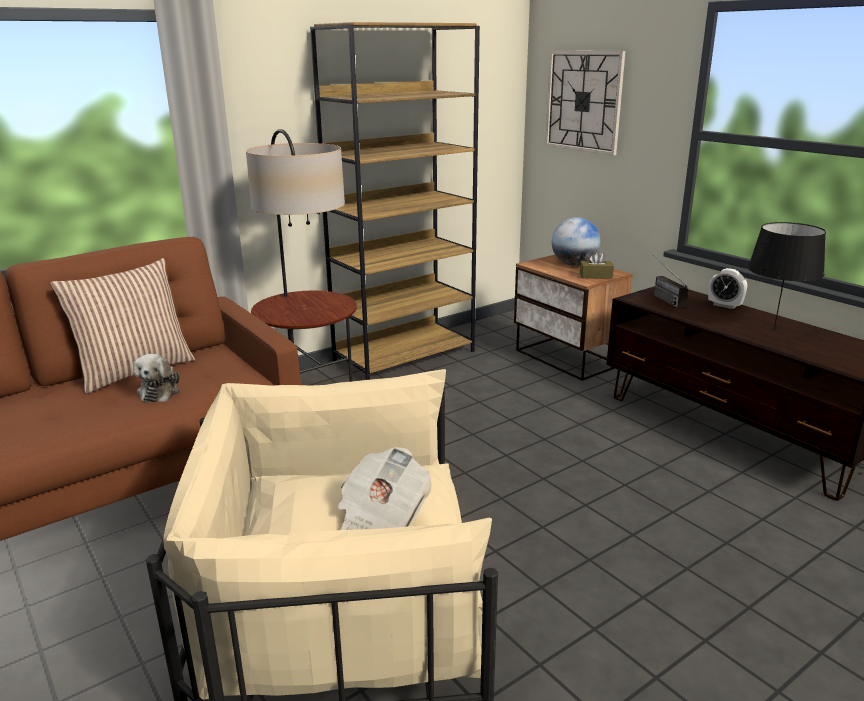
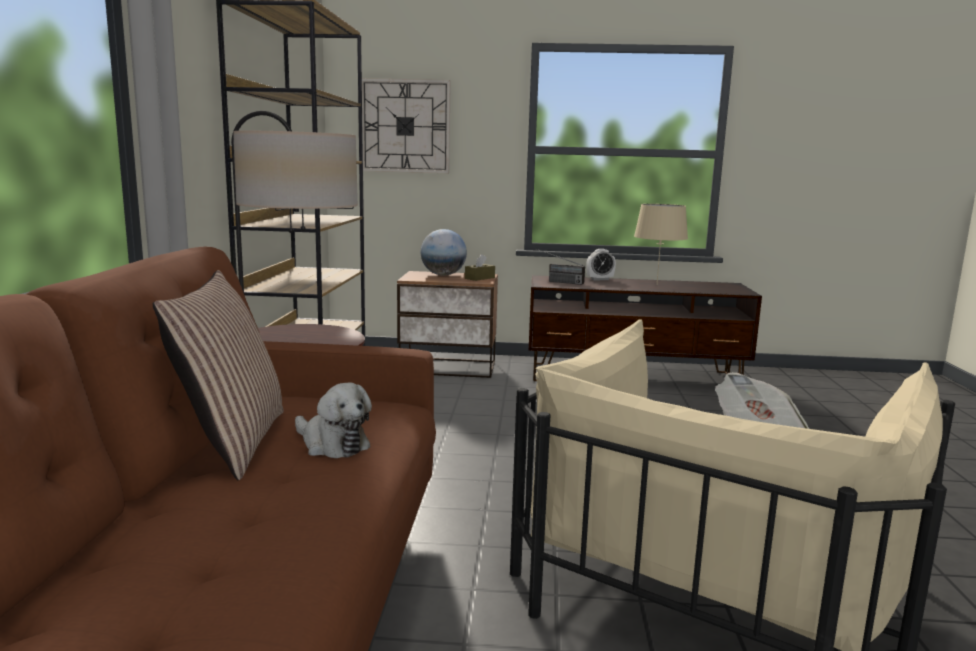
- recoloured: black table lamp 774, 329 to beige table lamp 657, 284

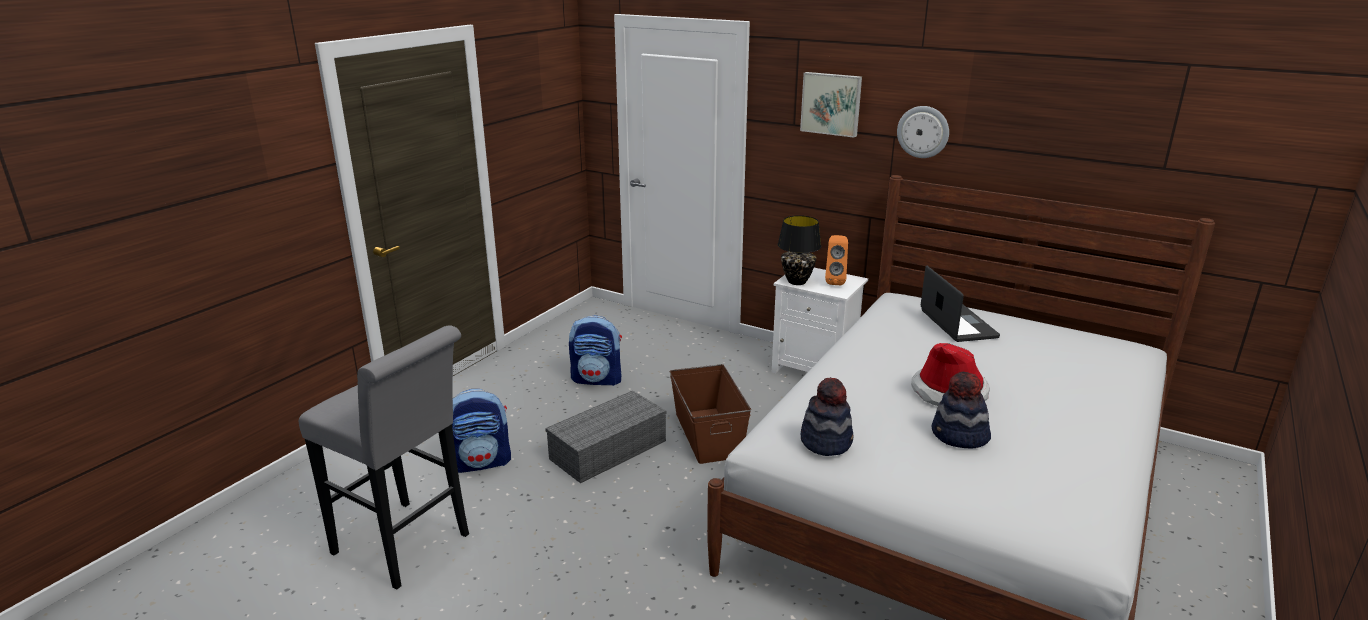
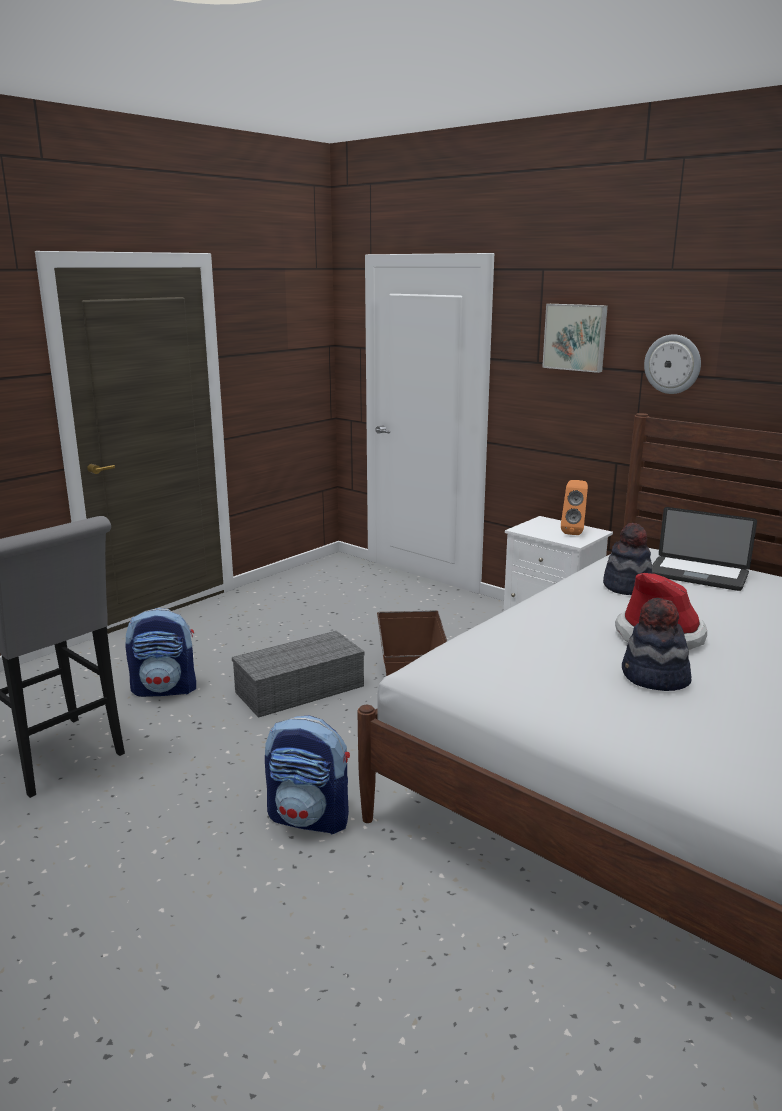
- moved: backpack 597, 379 to 310, 818
- removed: black table lamp 796, 282
- moved: hat 826, 441 to 627, 586
- turned: laptop 958, 324 = 697, 575 120 degrees clockwise

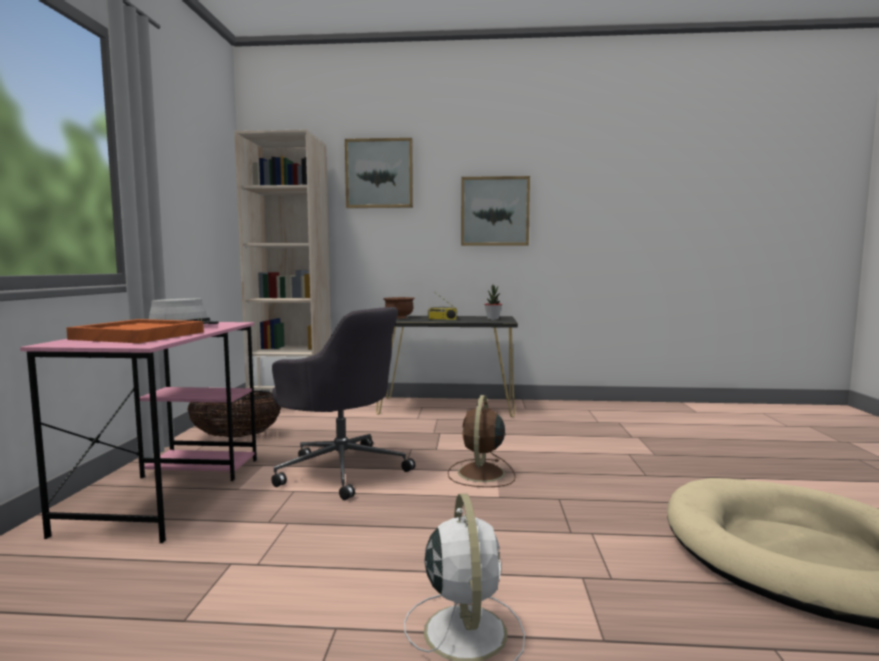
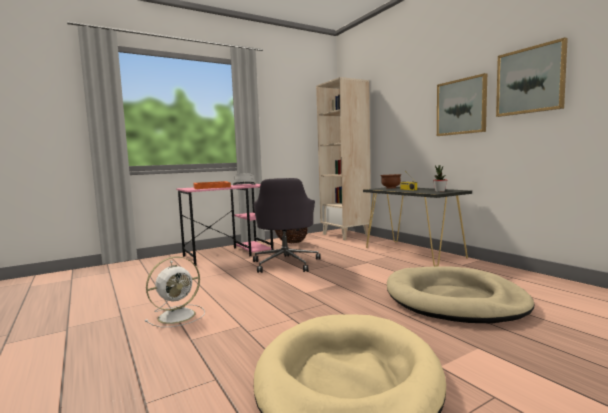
- moved: picture 379, 174 to 530, 80
- removed: brown fan 481, 474
- added: beige dog bed 454, 300

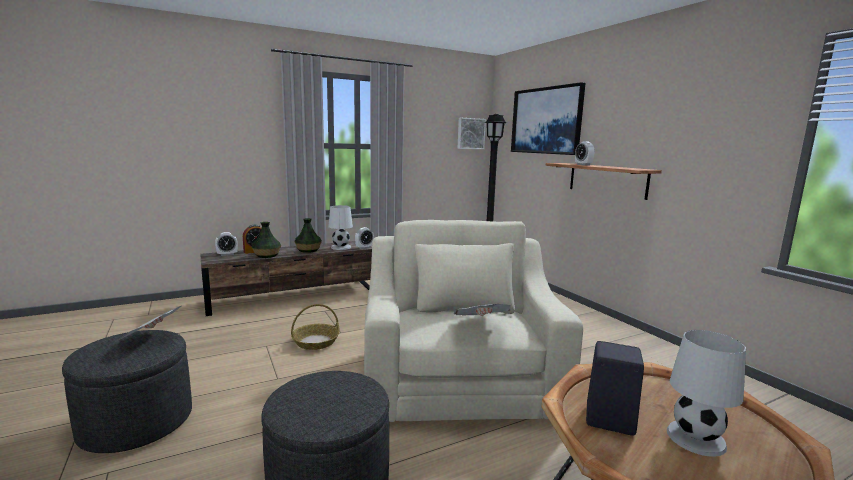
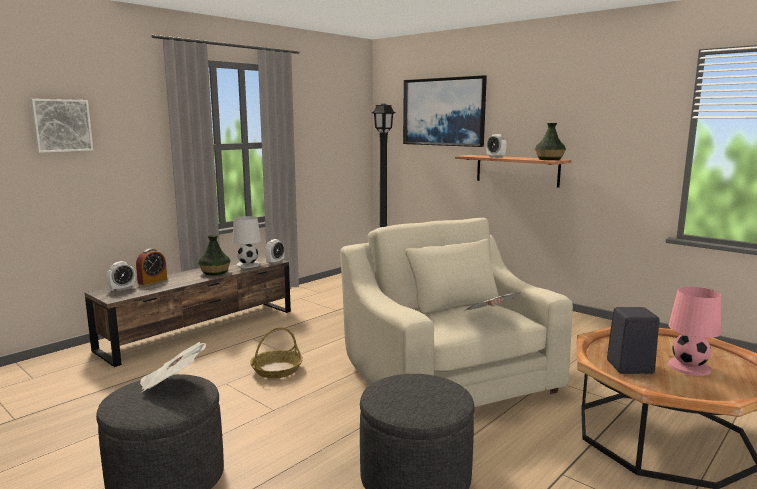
- moved: vase 267, 255 to 549, 159
- moved: picture 470, 133 to 61, 125
- recoloured: white table lamp 696, 438 to pink table lamp 689, 367

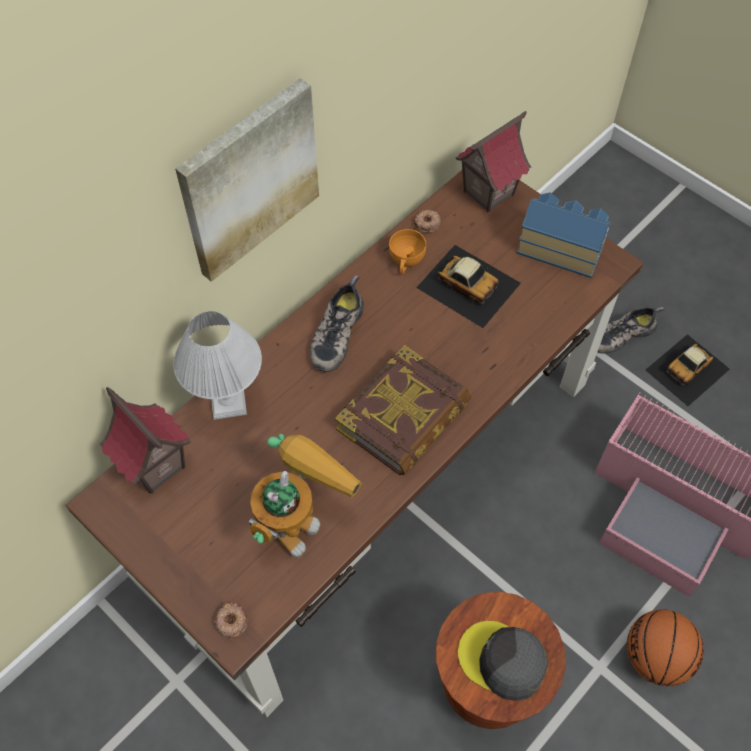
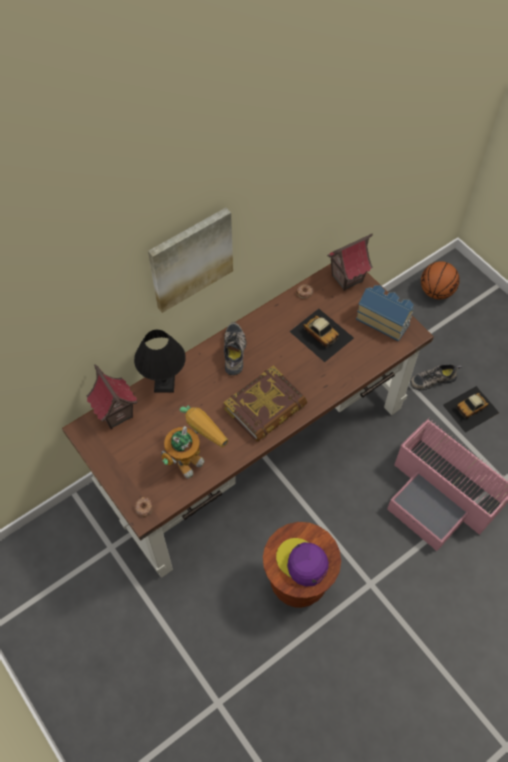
- recoloured: white table lamp 228, 402 to black table lamp 164, 383
- turned: shoe 335, 333 = 235, 352 150 degrees clockwise
- removed: orange cup 406, 261
- recoloured: grey cap 502, 661 to purple cap 302, 562
- moved: basketball 656, 657 to 436, 291

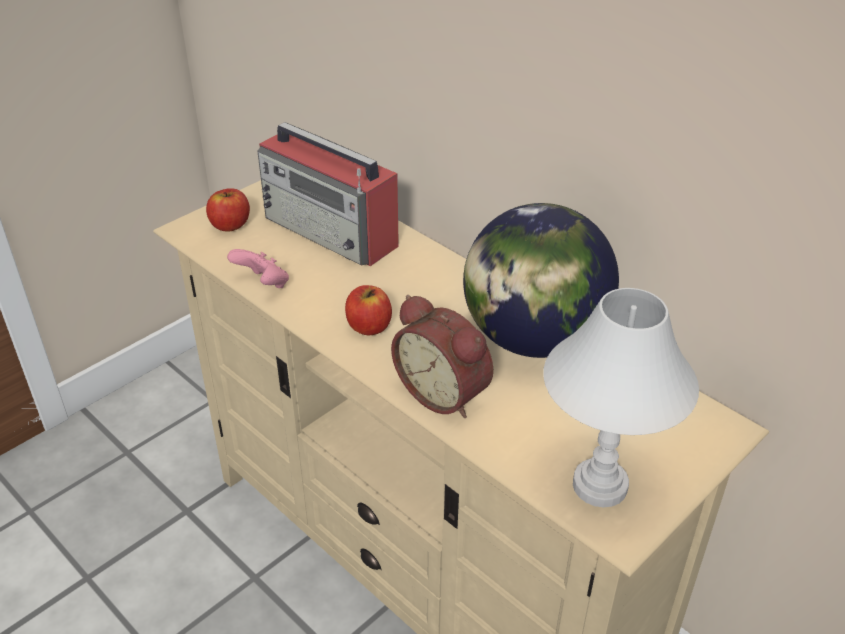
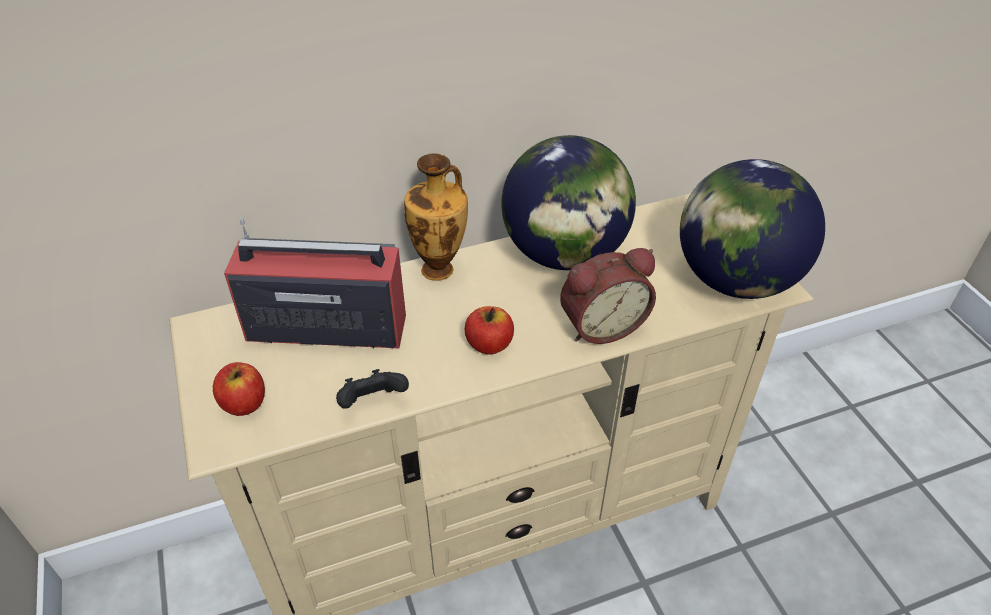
- recoloured: pink game controller 263, 284 to black game controller 373, 402
- turned: radio 332, 232 = 324, 326 150 degrees counterclockwise
- replaced: white table lamp 600, 486 to globe 734, 280
- added: vase 440, 269

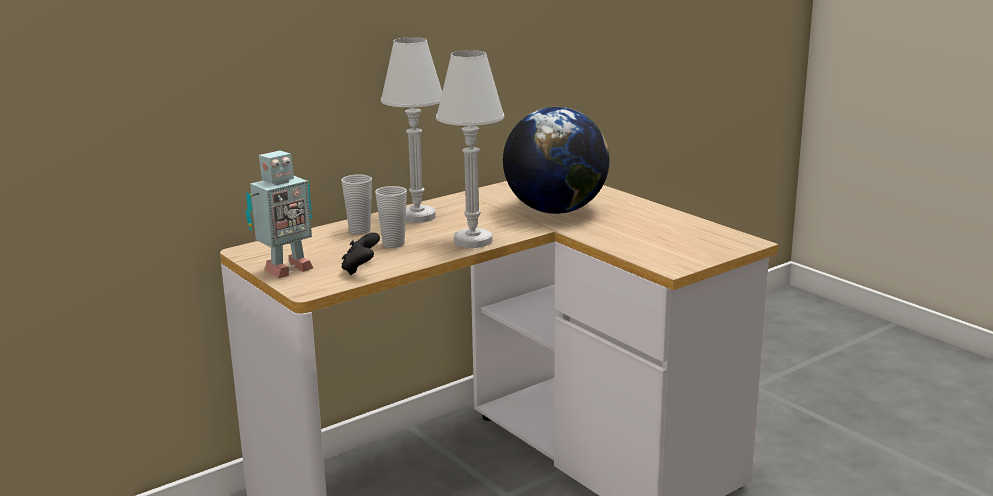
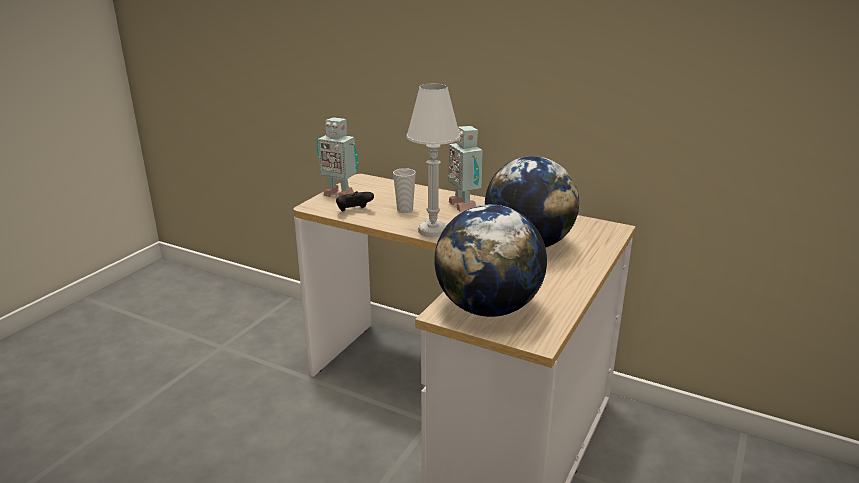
- removed: cup 359, 231
- replaced: white table lamp 417, 217 to toy robot 464, 205
- added: globe 488, 308

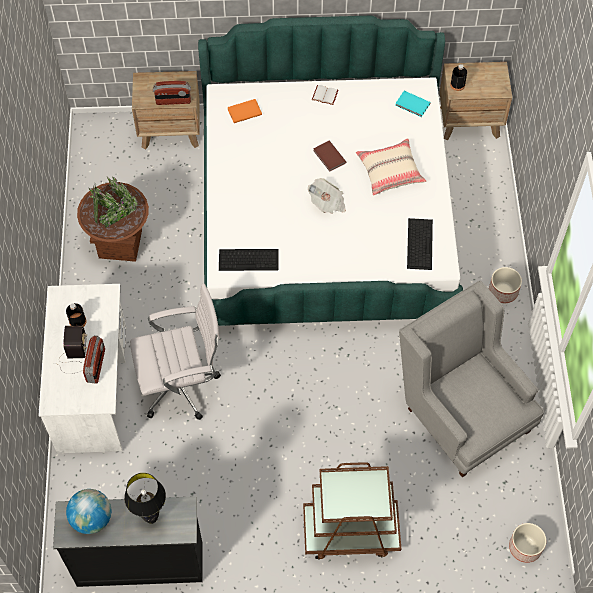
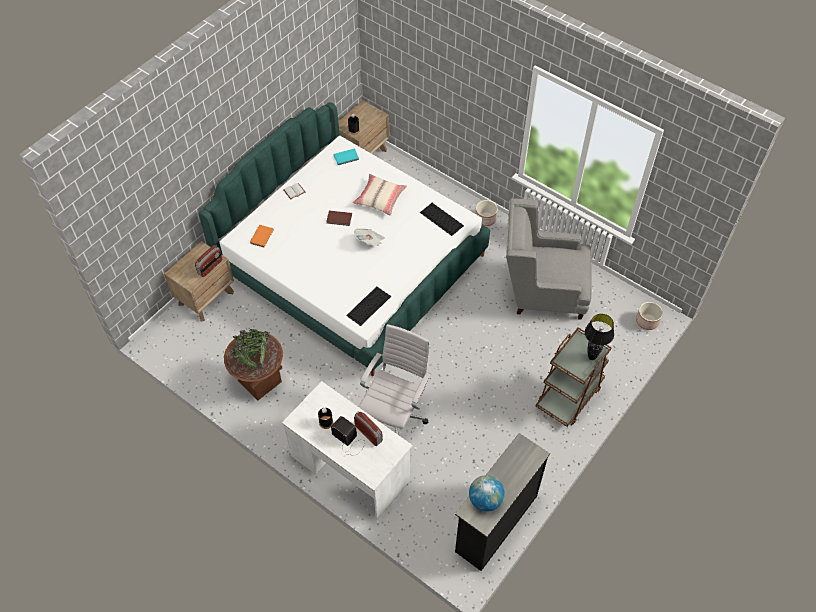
- moved: black table lamp 151, 518 to 591, 357

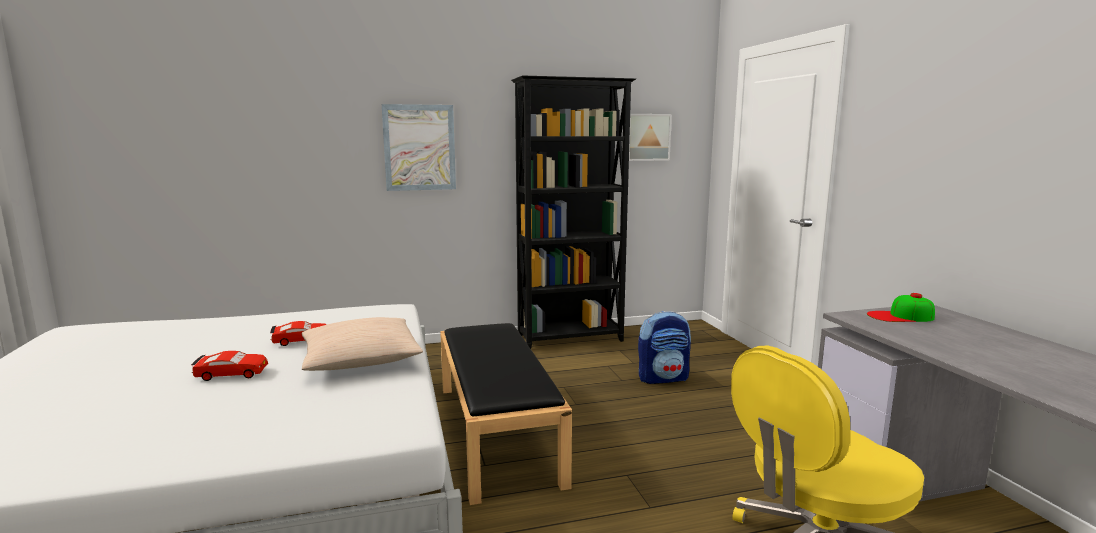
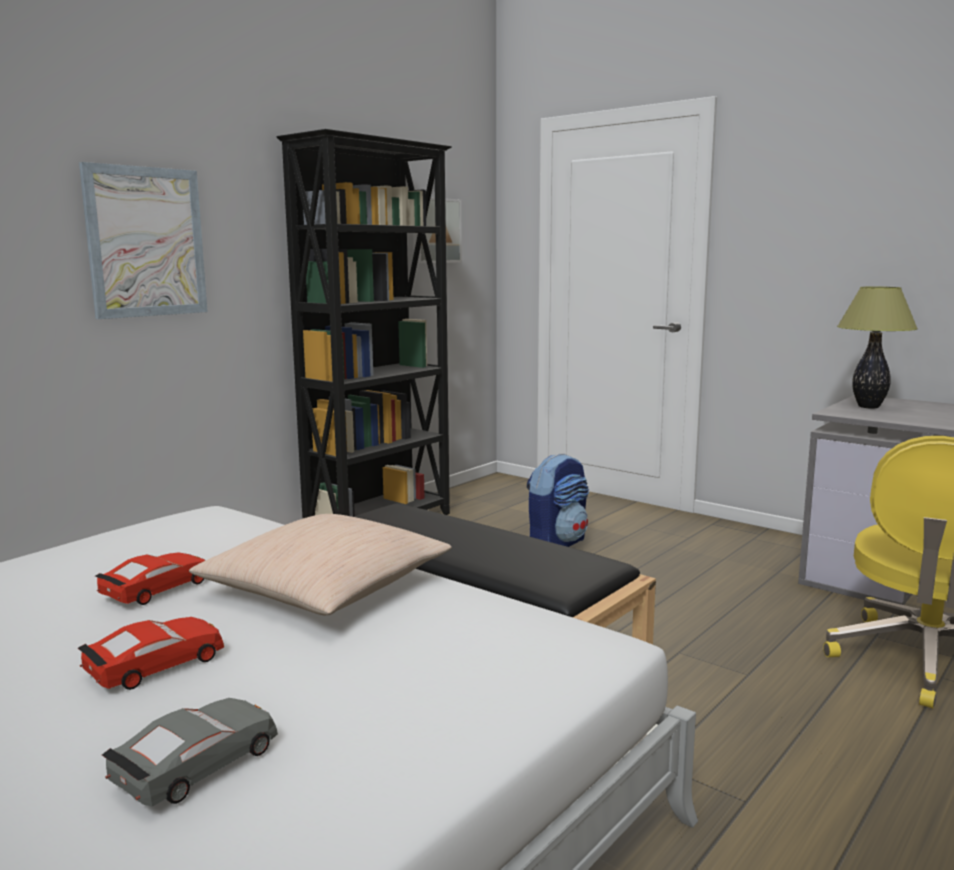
- replaced: cap 900, 316 to table lamp 869, 407
- added: grey toy car 196, 765

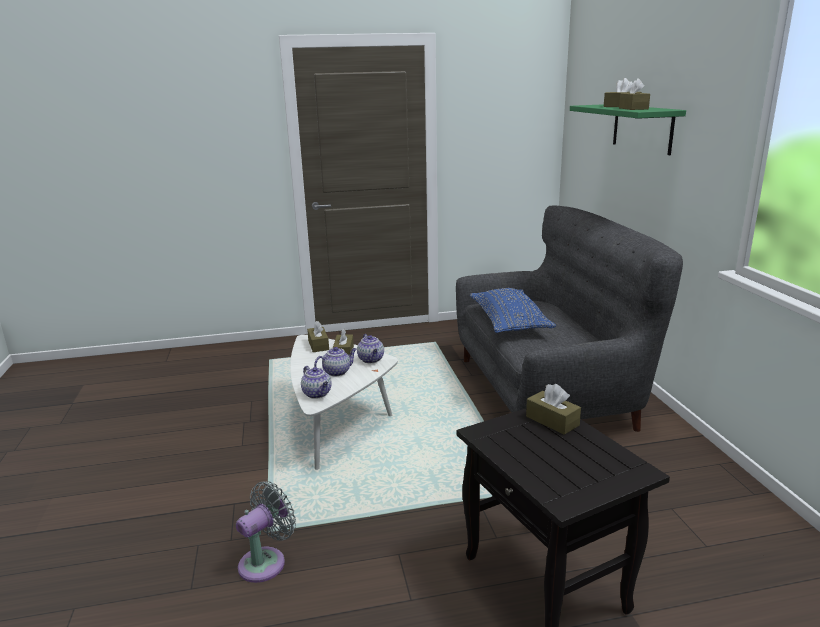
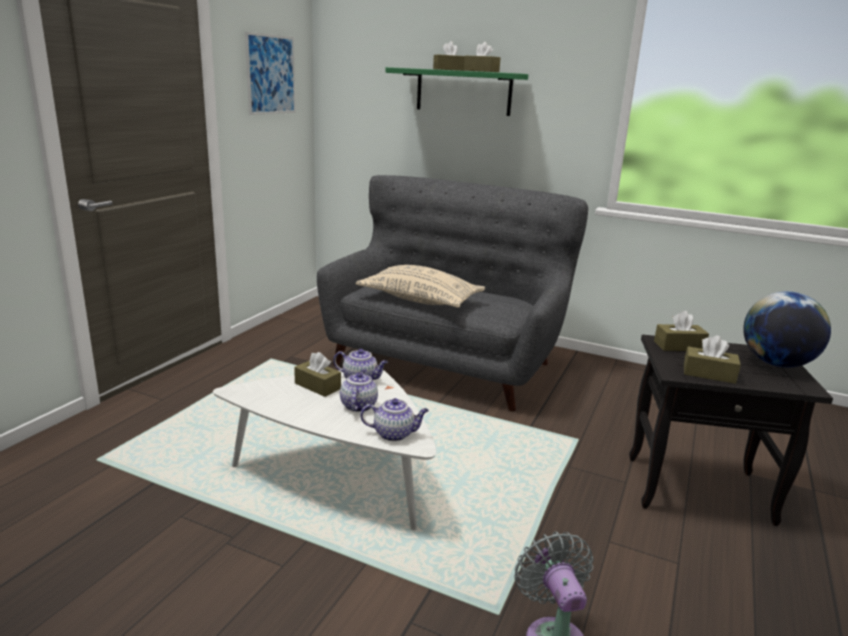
- moved: brown tissue box 318, 345 to 709, 374
- recoloured: blue pillow 509, 322 to beige pillow 420, 300
- added: picture 271, 74
- added: globe 776, 363

